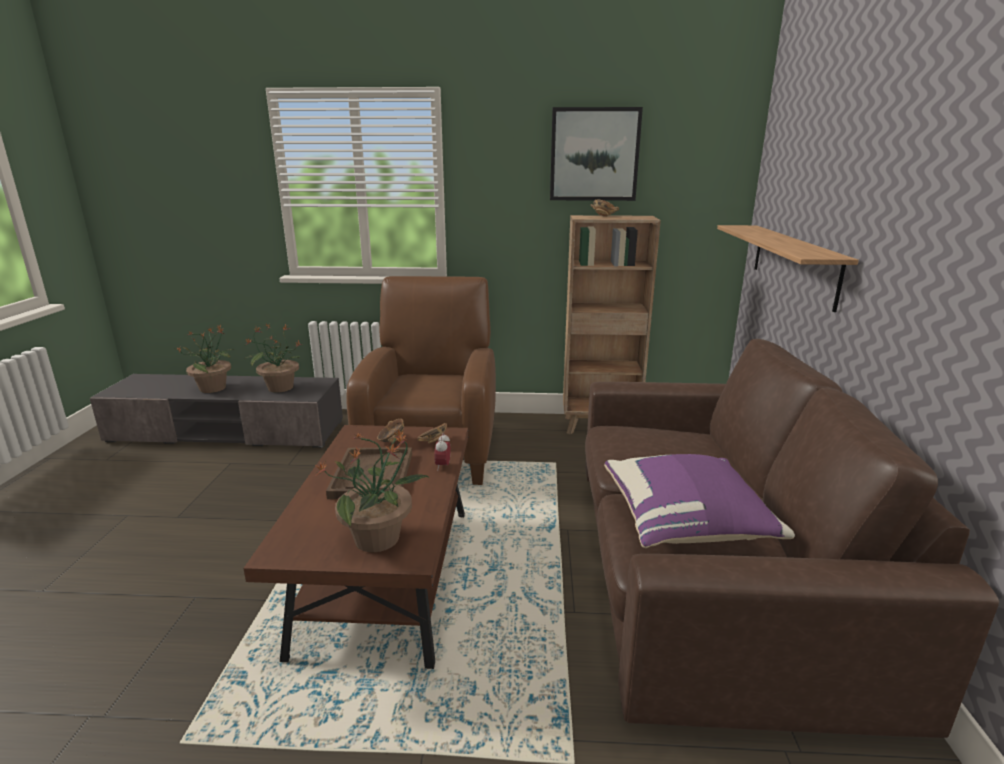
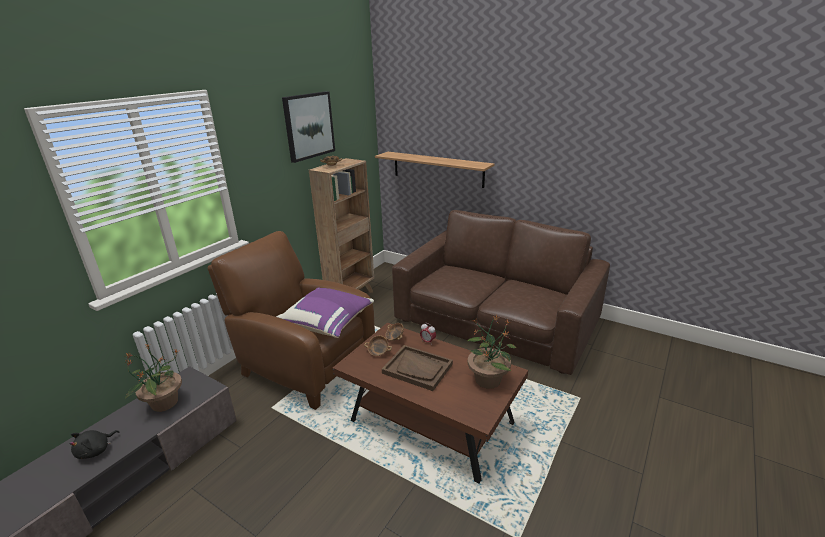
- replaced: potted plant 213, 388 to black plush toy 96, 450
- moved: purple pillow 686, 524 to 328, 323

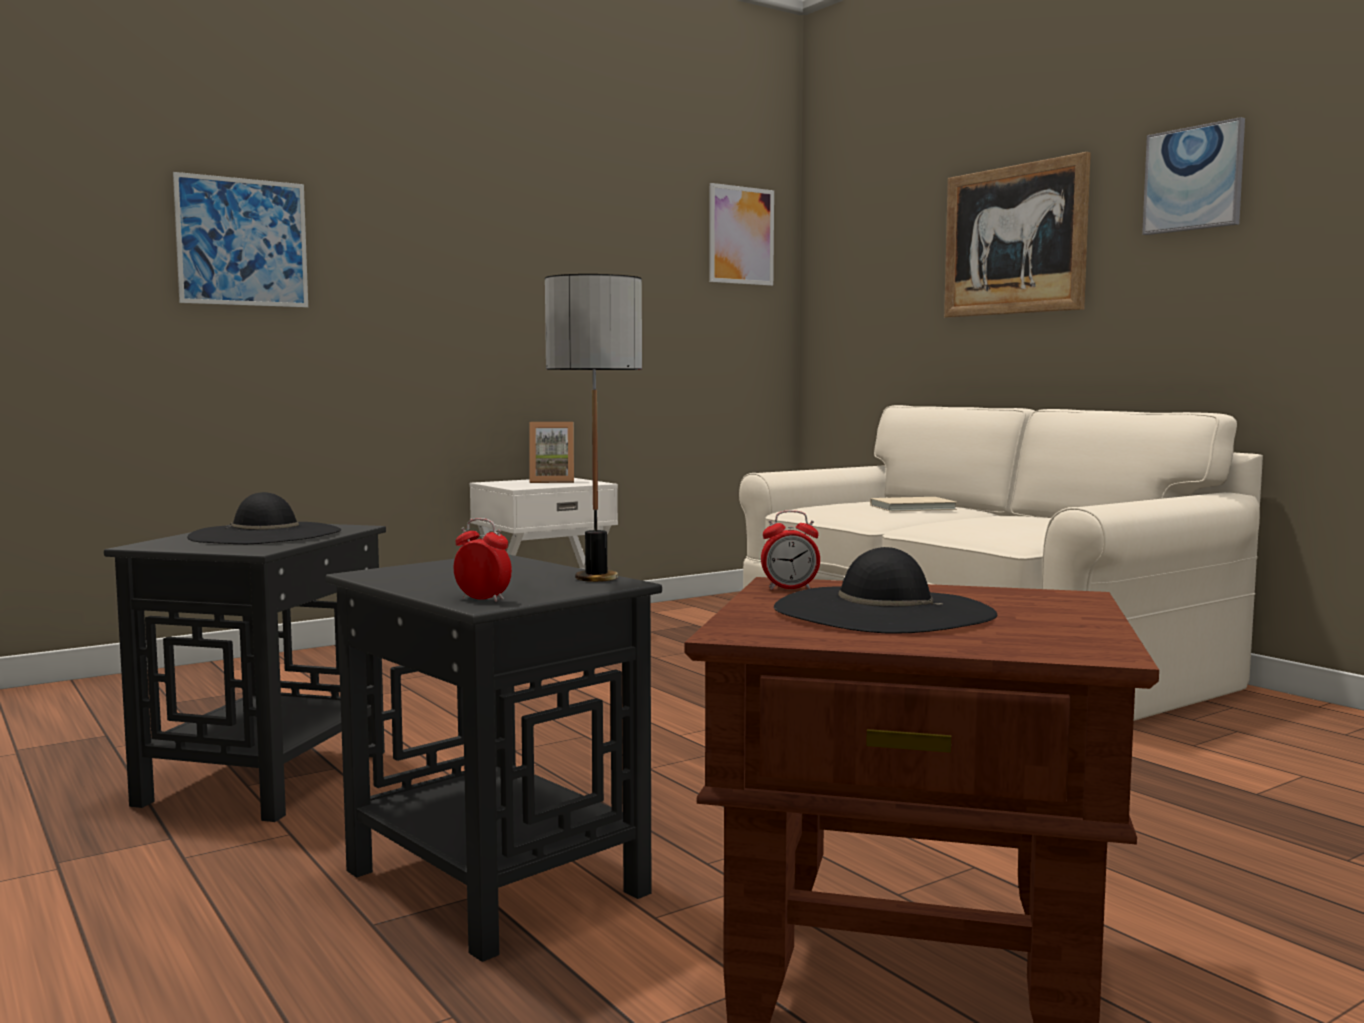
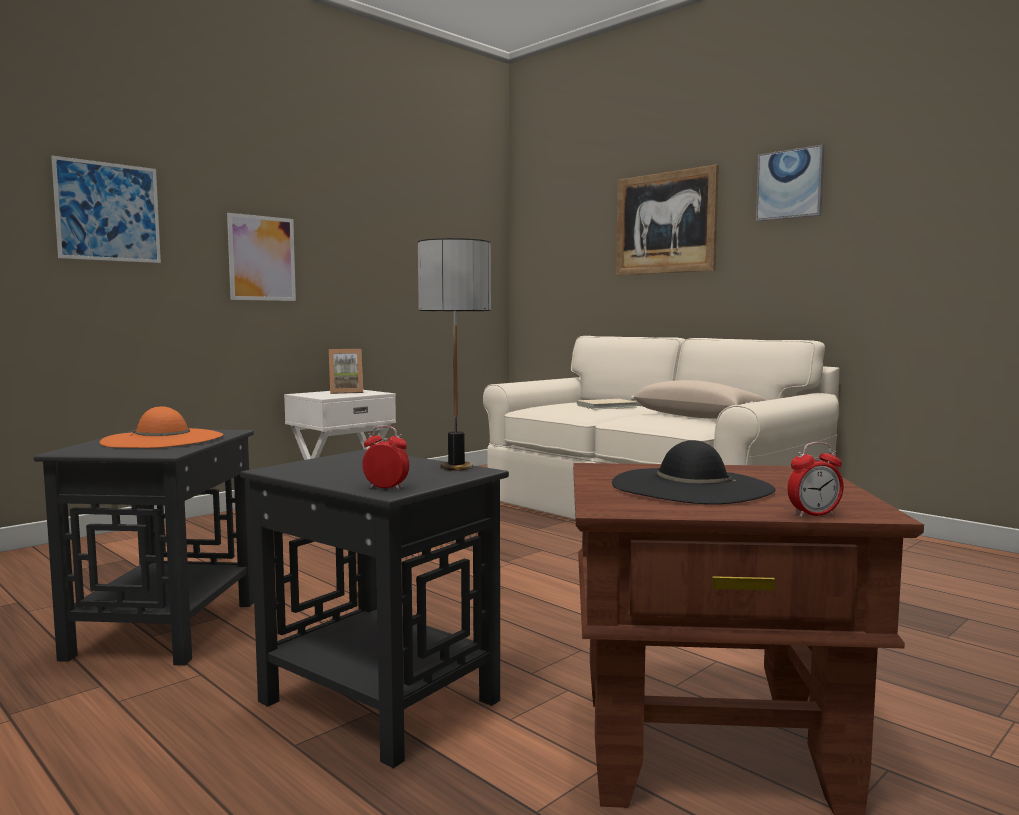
- recoloured: black hat 266, 534 to orange hat 163, 439
- moved: picture 741, 235 to 262, 258
- moved: alarm clock 790, 588 to 813, 514
- added: beige pillow 698, 416

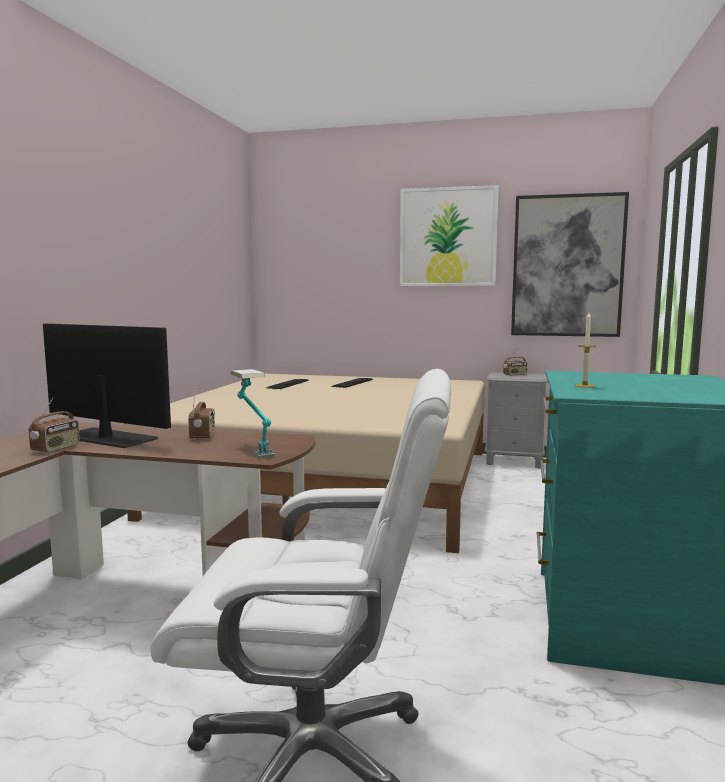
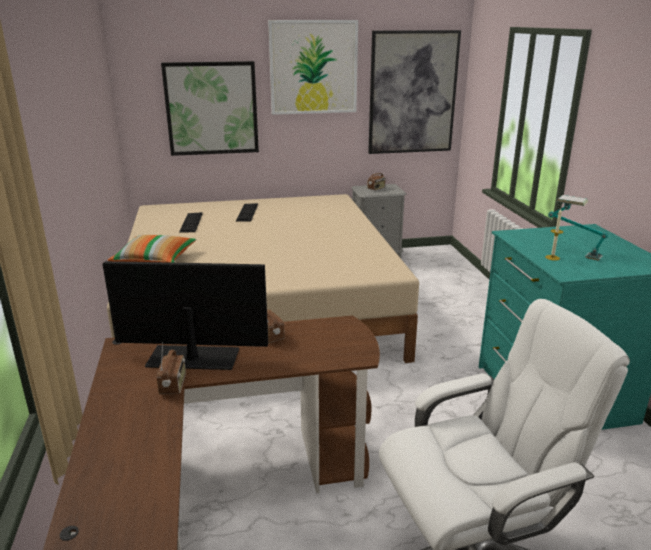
- moved: table lamp 253, 448 to 572, 253
- added: pillow 155, 260
- added: picture 211, 108

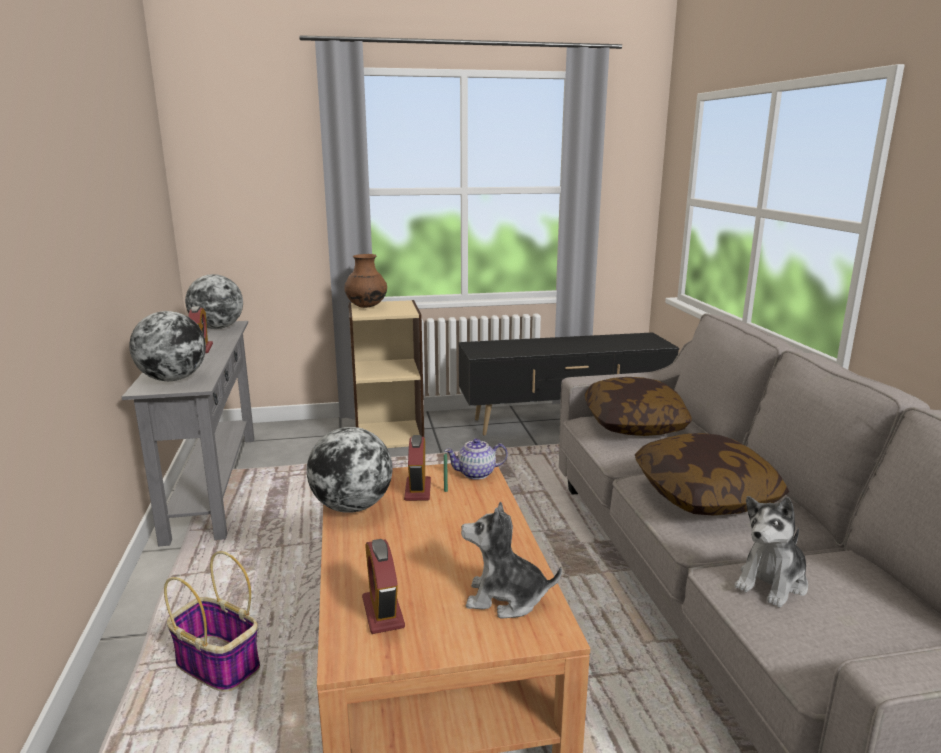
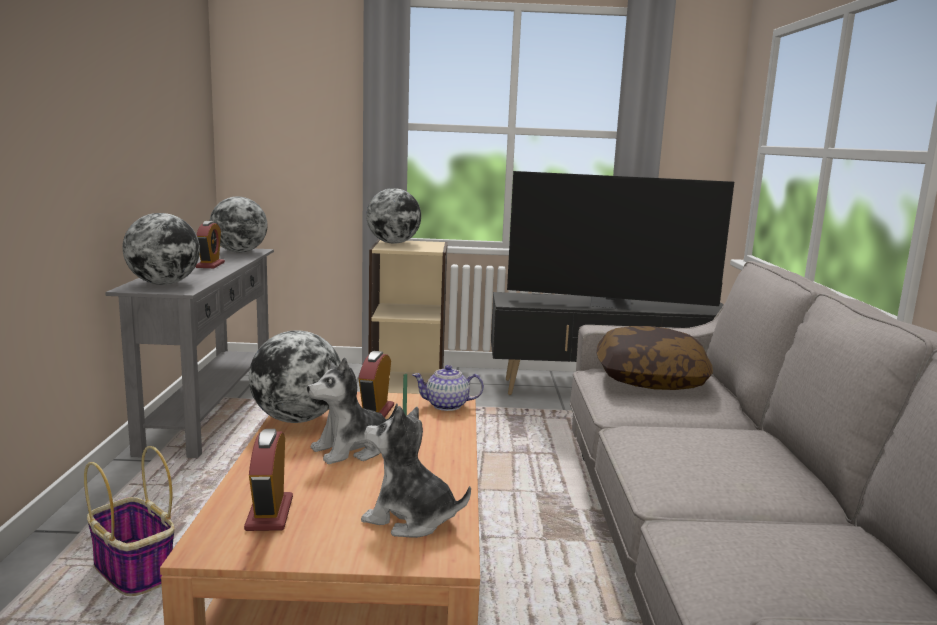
- replaced: brown vase 366, 307 to globe 393, 243
- removed: pillow 705, 495
- moved: plush toy 772, 582 to 351, 449
- added: television 611, 304

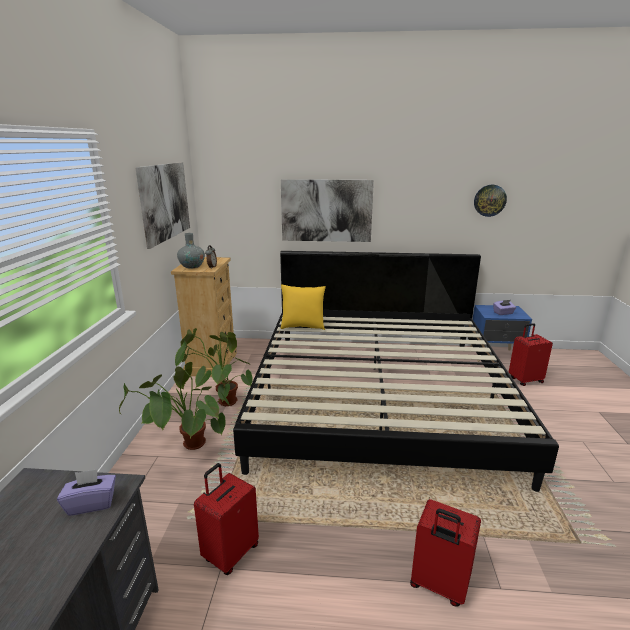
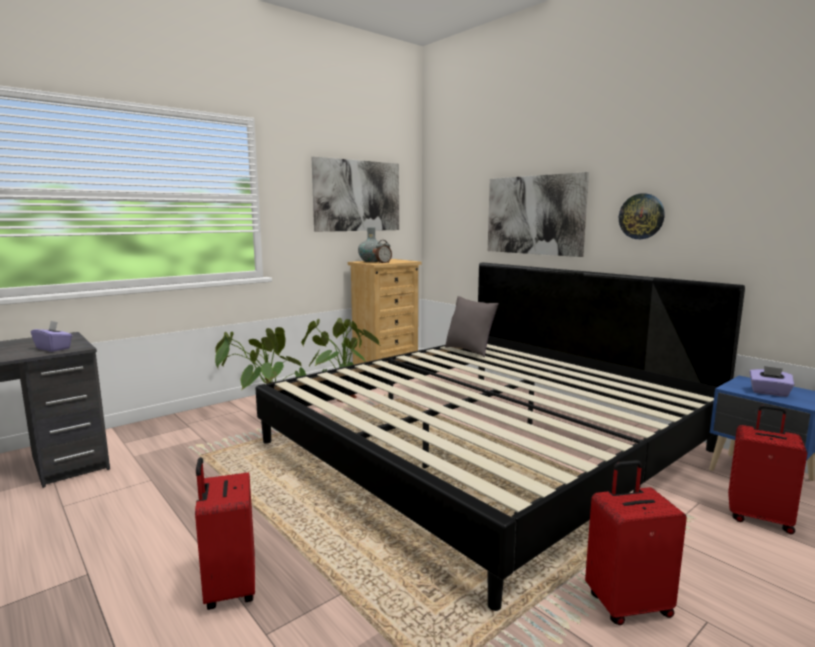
- moved: red suitcase 230, 552 to 627, 604
- recoloured: yellow pillow 302, 327 to grey pillow 469, 351
- moved: wall clock 489, 200 to 641, 216

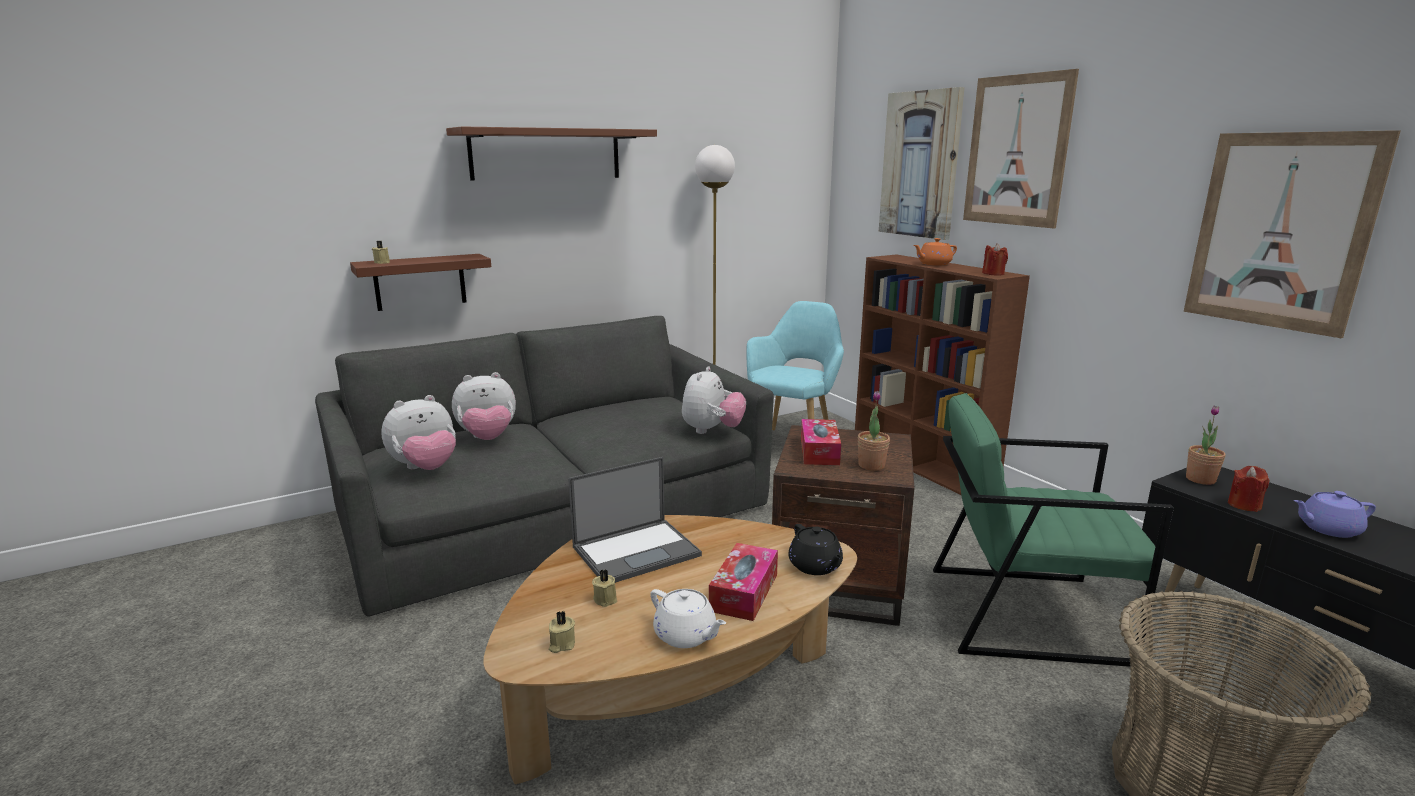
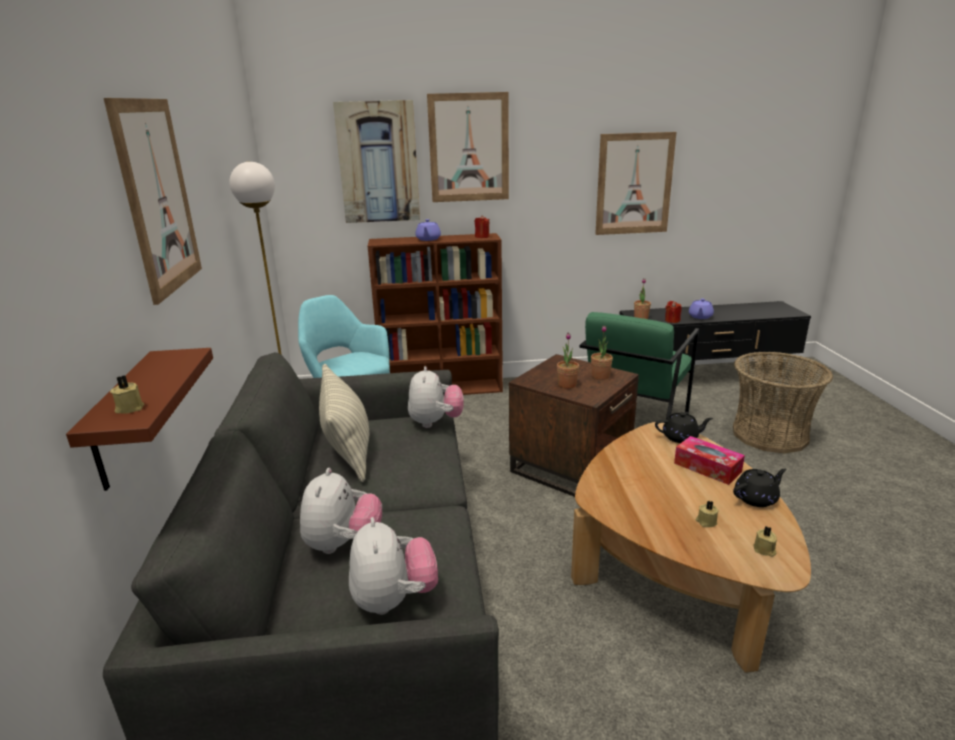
- replaced: brown shelf 546, 154 to picture 158, 197
- removed: laptop 637, 551
- recoloured: white teapot 686, 635 to black teapot 756, 498
- turned: plush toy 712, 430 = 435, 422 45 degrees clockwise
- replaced: tissue box 819, 451 to potted plant 567, 385
- recoloured: orange teapot 933, 264 to purple teapot 428, 239
- added: pillow 347, 448

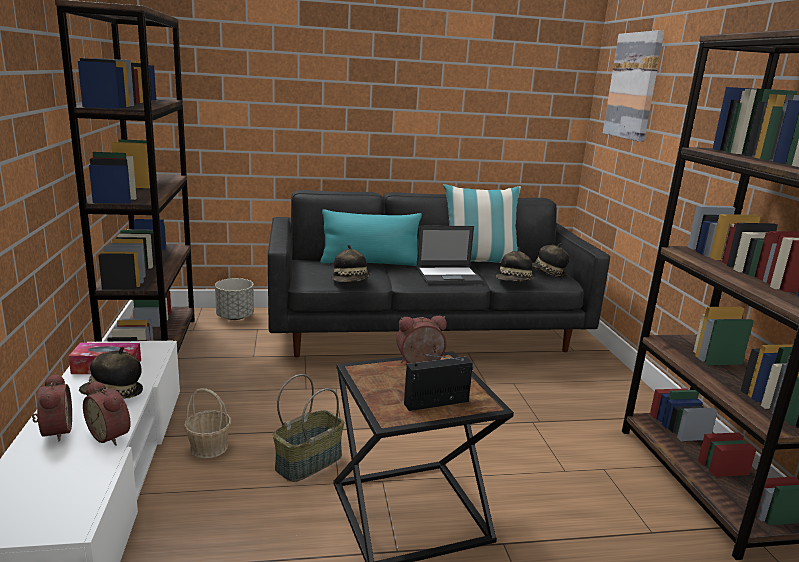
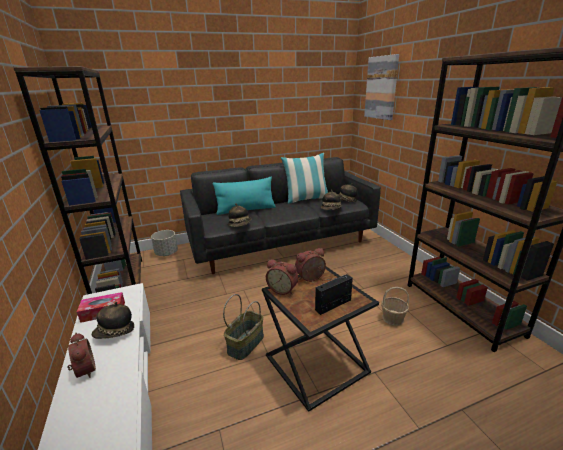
- moved: alarm clock 112, 435 to 283, 289
- moved: basket 209, 447 to 392, 318
- removed: laptop 449, 275

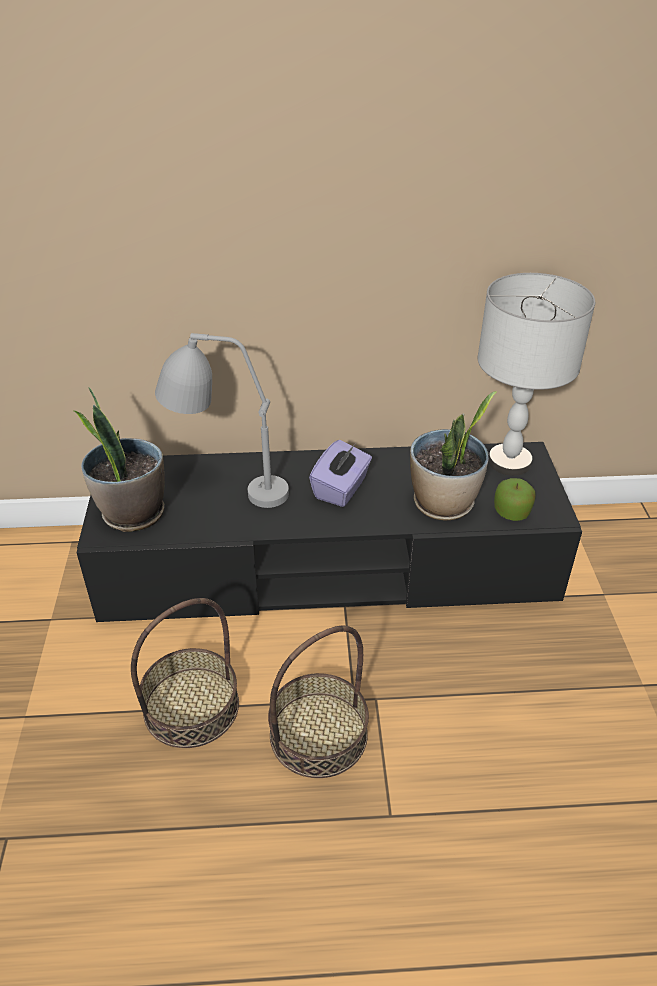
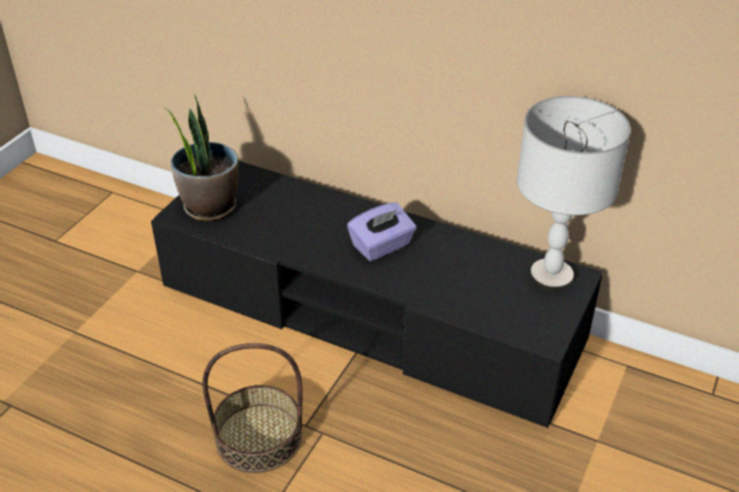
- removed: basket 191, 707
- removed: grey table lamp 225, 486
- removed: potted plant 443, 504
- removed: apple 511, 512

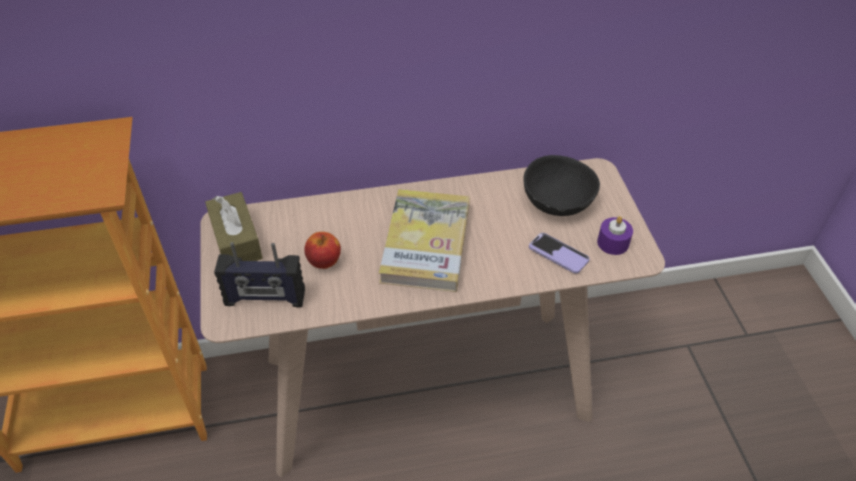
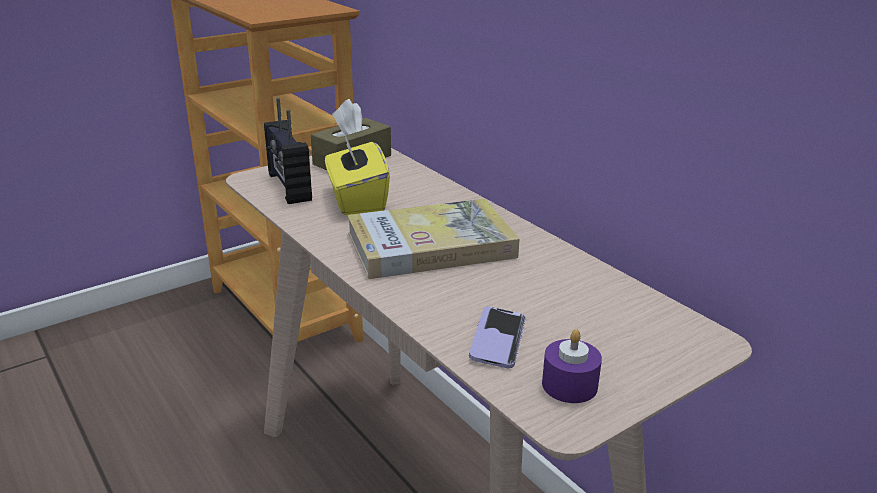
- replaced: apple 324, 261 to yellow tissue box 357, 200
- removed: black bowl 556, 201

